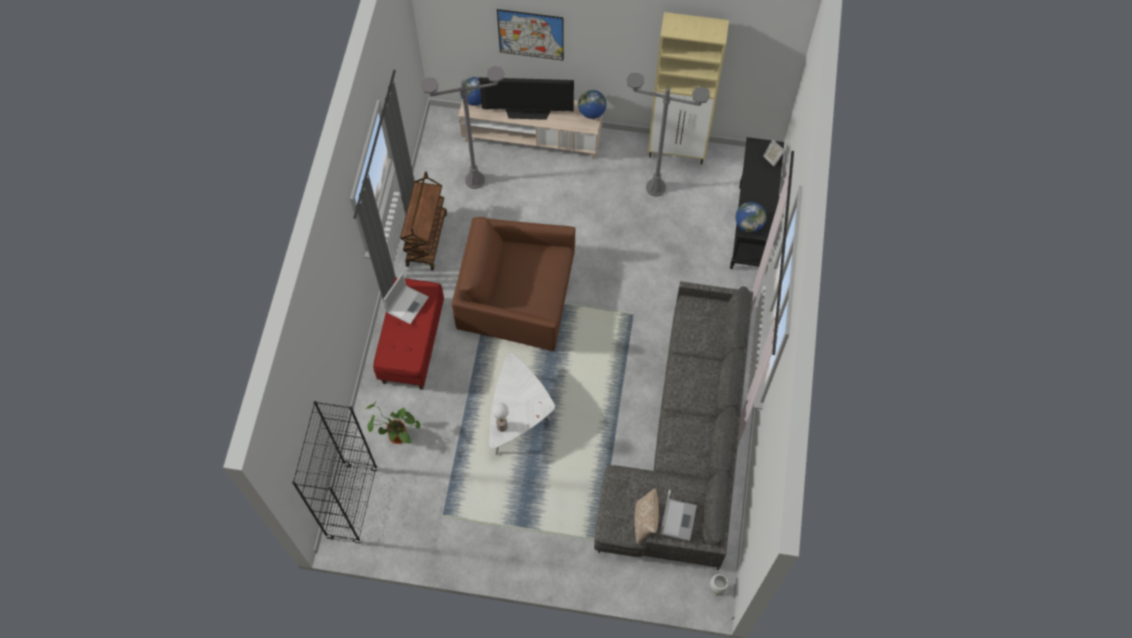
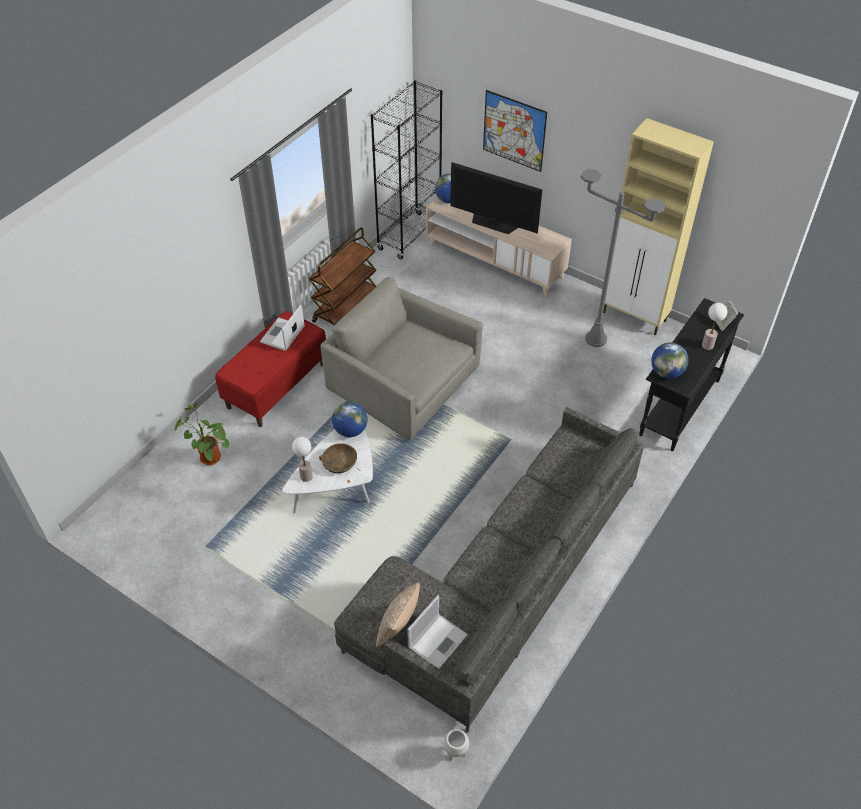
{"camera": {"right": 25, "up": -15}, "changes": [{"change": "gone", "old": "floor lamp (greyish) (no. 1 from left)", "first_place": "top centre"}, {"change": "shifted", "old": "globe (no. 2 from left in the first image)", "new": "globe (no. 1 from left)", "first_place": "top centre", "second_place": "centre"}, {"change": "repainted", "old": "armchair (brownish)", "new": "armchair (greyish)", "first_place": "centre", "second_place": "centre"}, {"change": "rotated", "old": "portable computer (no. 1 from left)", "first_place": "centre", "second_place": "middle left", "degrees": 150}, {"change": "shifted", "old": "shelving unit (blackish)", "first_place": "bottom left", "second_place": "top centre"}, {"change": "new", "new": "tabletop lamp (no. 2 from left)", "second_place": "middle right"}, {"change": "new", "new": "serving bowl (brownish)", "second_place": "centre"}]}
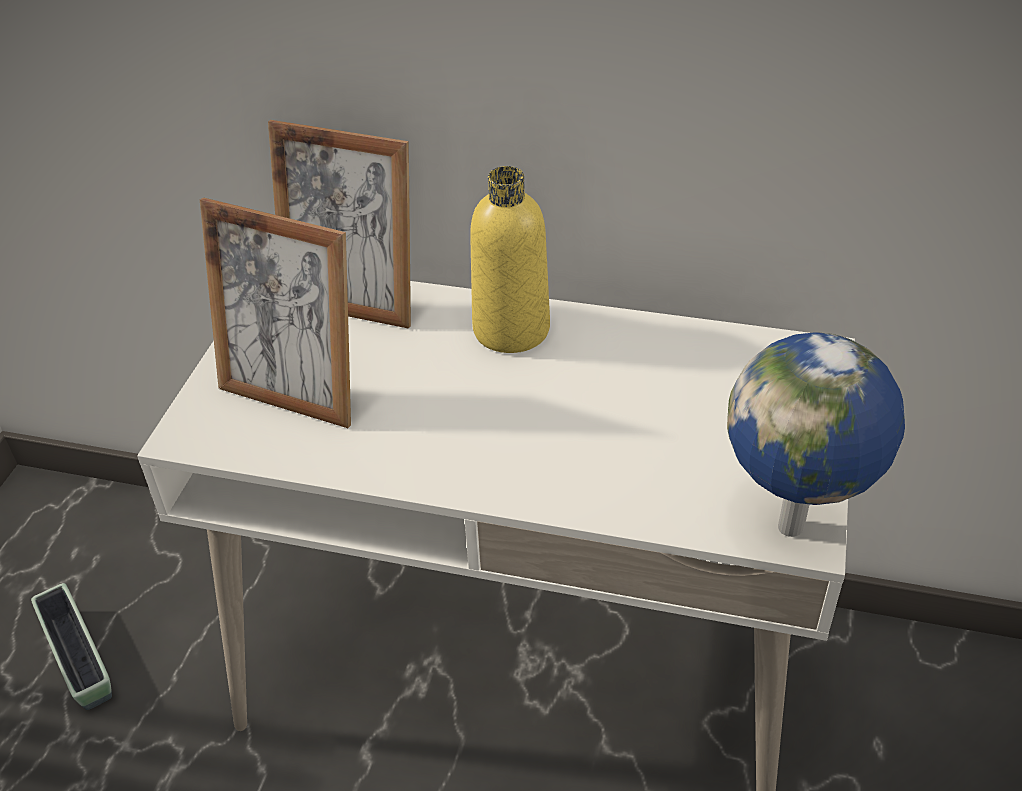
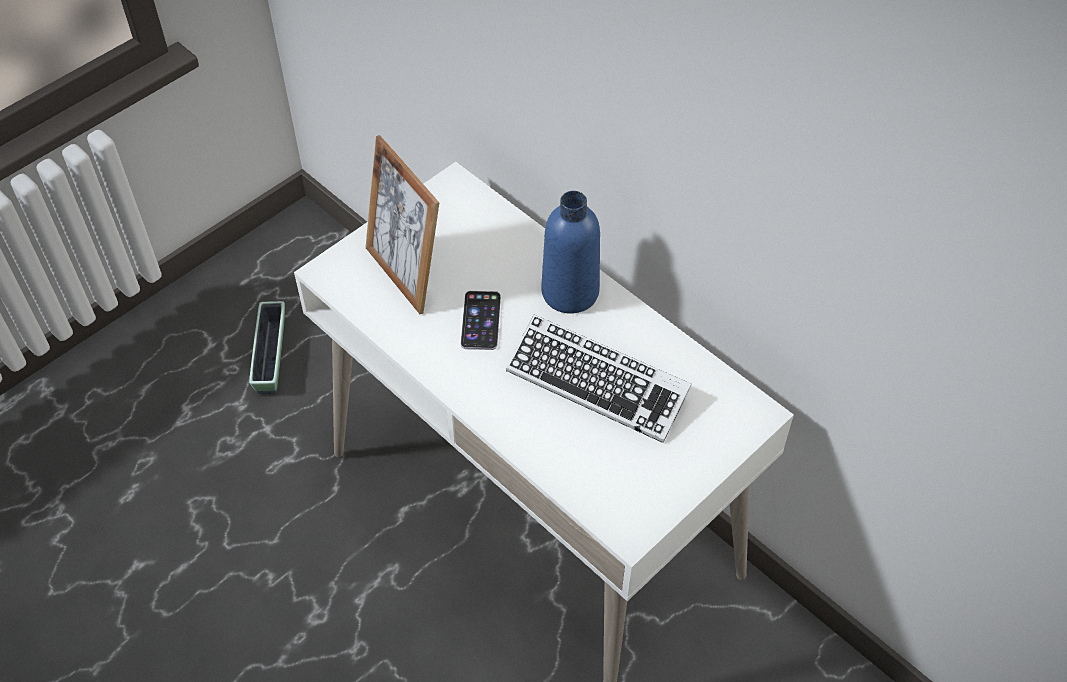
{"camera": {"right": 30, "up": 10}, "changes": [{"change": "gone", "old": "standing frame (no. 2 from left)", "first_place": "top left"}, {"change": "repainted", "old": "bottle (yellowish)", "new": "bottle (blue-coloured)", "first_place": "top centre", "second_place": "centre"}, {"change": "gone", "old": "globe", "first_place": "middle right"}, {"change": "new", "new": "telephone", "second_place": "centre"}, {"change": "new", "new": "PC keyboard", "second_place": "centre"}]}
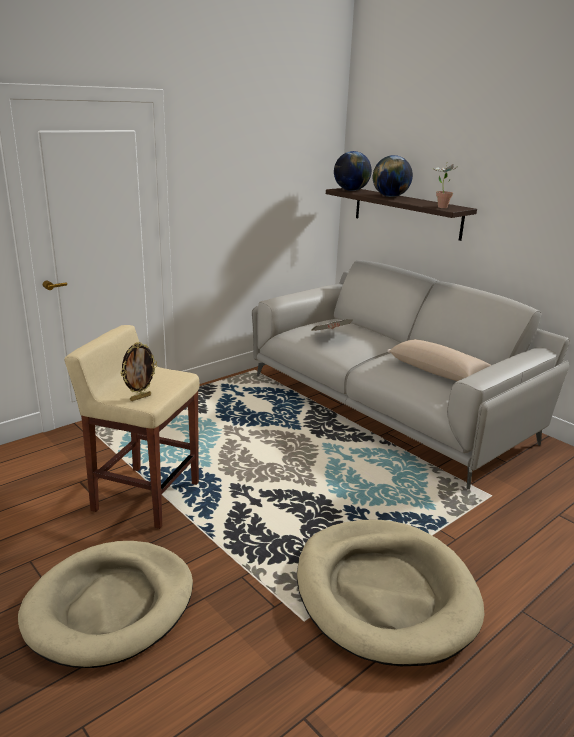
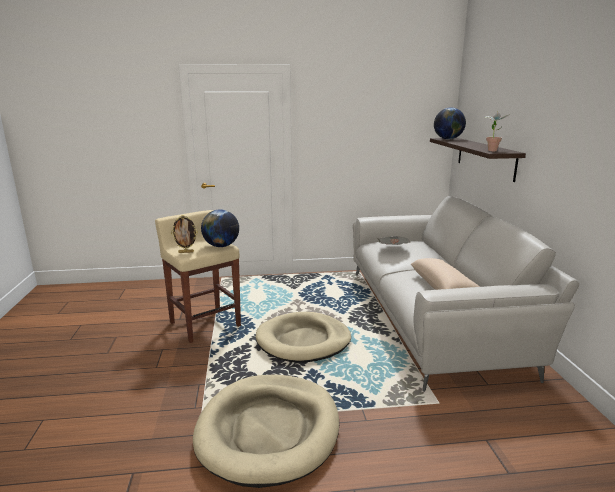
{"camera": {"right": 35, "up": -5}, "changes": [{"change": "shifted", "old": "globe (no. 2 from left in the first image)", "new": "globe (no. 1 from left)", "first_place": "top right", "second_place": "centre"}, {"change": "shifted", "old": "dog bed (beige) (no. 1 from left in the first image)", "new": "dog bed (beige) (no. 2 from left)", "first_place": "bottom left", "second_place": "bottom centre"}]}
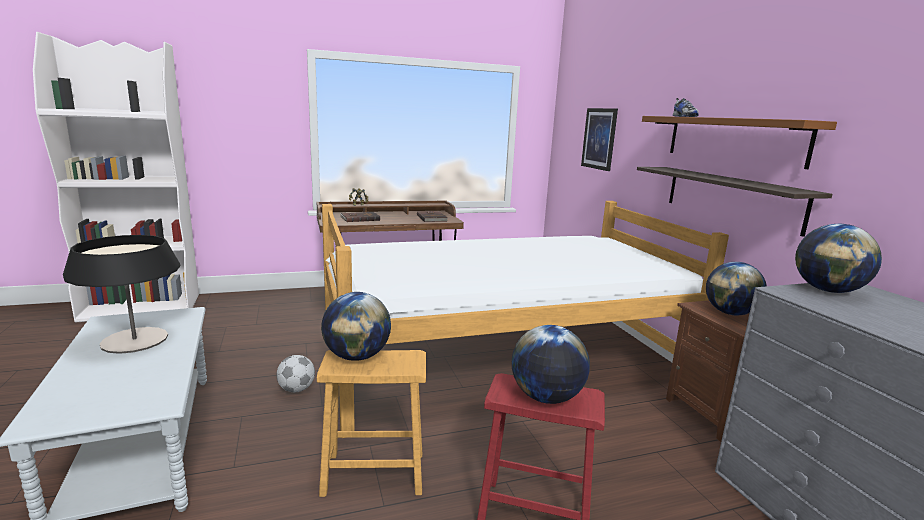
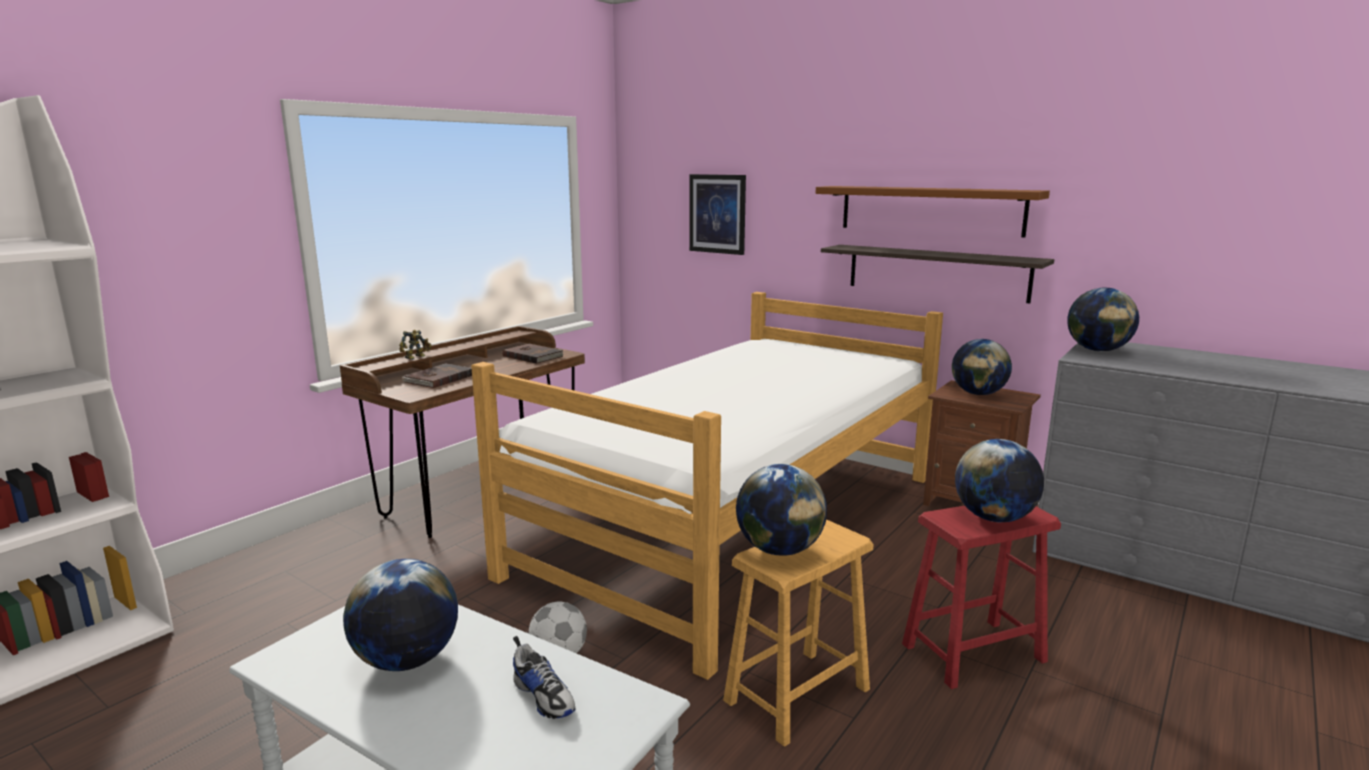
{"camera": {"right": -35, "up": 0}, "changes": [{"change": "shifted", "old": "shoe", "first_place": "top right", "second_place": "bottom centre"}, {"change": "swapped", "old": "tabletop lamp", "new": "globe (no. 1 from left)", "first_place": "middle left", "second_place": "bottom left"}]}
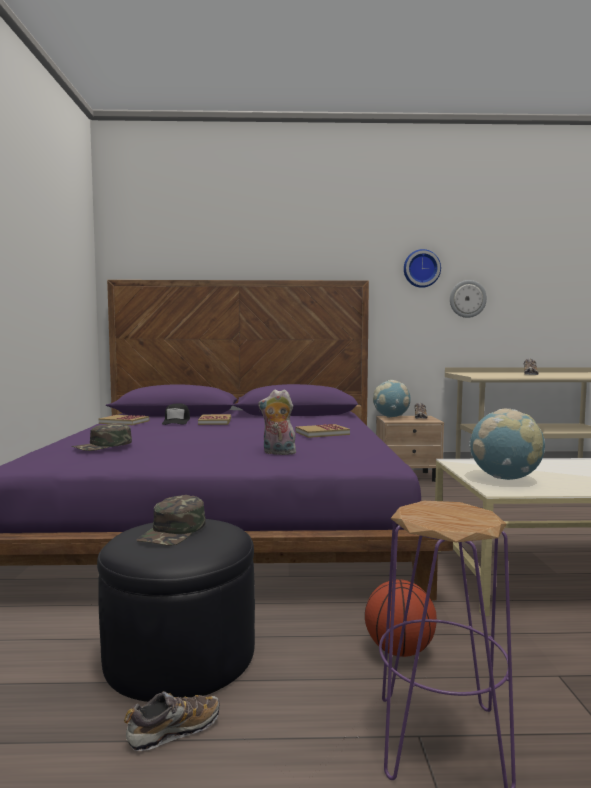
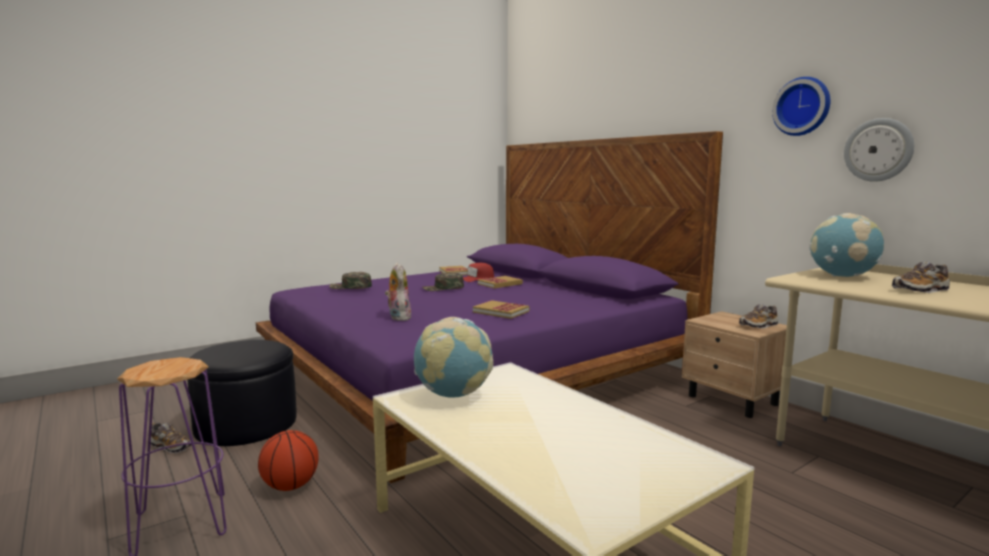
{"camera": {"right": 55, "up": 5}, "changes": [{"change": "shifted", "old": "globe (no. 1 from left in the first image)", "new": "globe (no. 2 from left)", "first_place": "centre", "second_place": "middle right"}, {"change": "repainted", "old": "peaked cap (blackish)", "new": "peaked cap (red-coloured)", "first_place": "middle left", "second_place": "centre"}, {"change": "shifted", "old": "peaked cap (green-coloured) (no. 2 from left)", "first_place": "middle left", "second_place": "centre"}]}
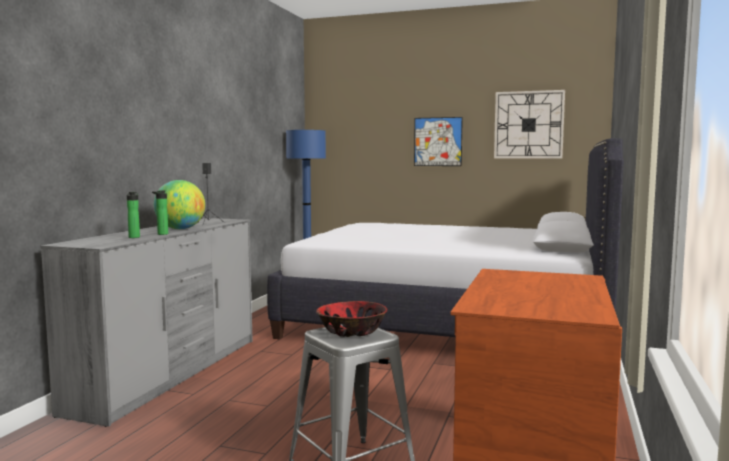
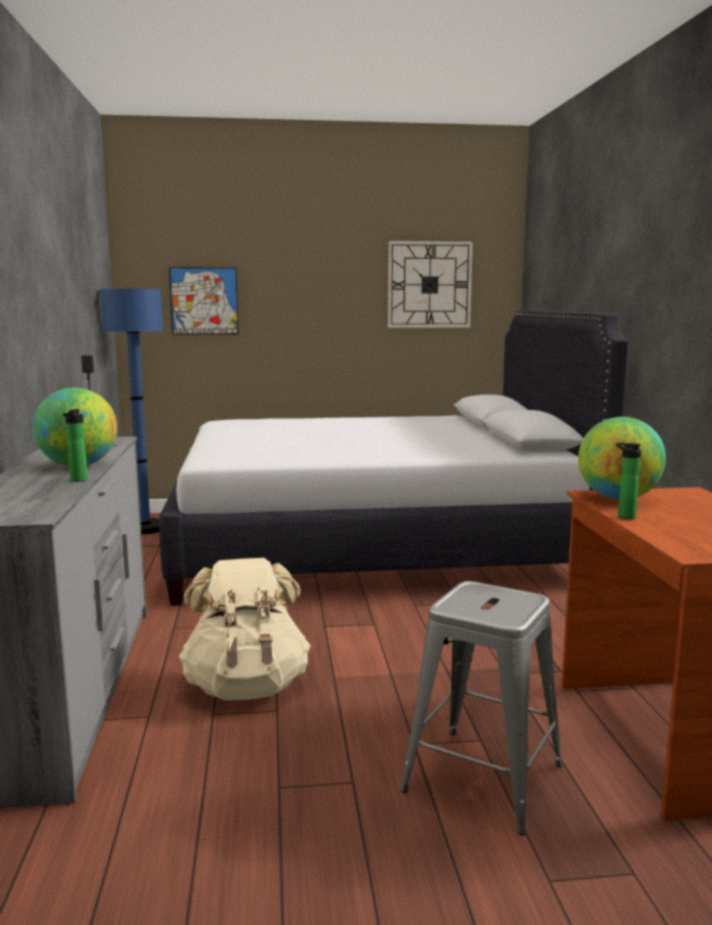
{"camera": {"right": -25, "up": 5}, "changes": [{"change": "shifted", "old": "wall art", "first_place": "top centre", "second_place": "top left"}, {"change": "shifted", "old": "bottle (no. 1 from left in the first image)", "new": "bottle (no. 2 from left)", "first_place": "middle left", "second_place": "middle right"}, {"change": "gone", "old": "serving bowl", "first_place": "bottom centre"}, {"change": "new", "new": "globe (no. 2 from left)", "second_place": "middle right"}, {"change": "new", "new": "rucksack (beige)", "second_place": "bottom centre"}]}
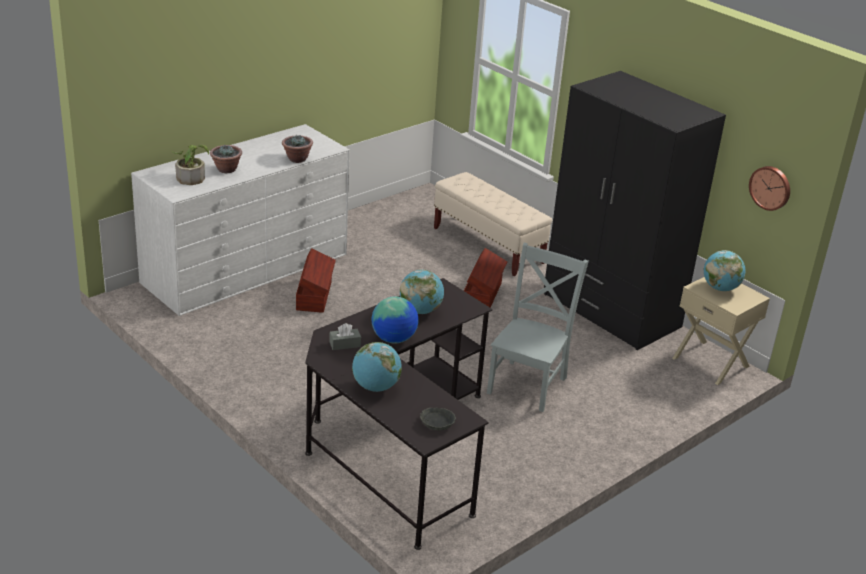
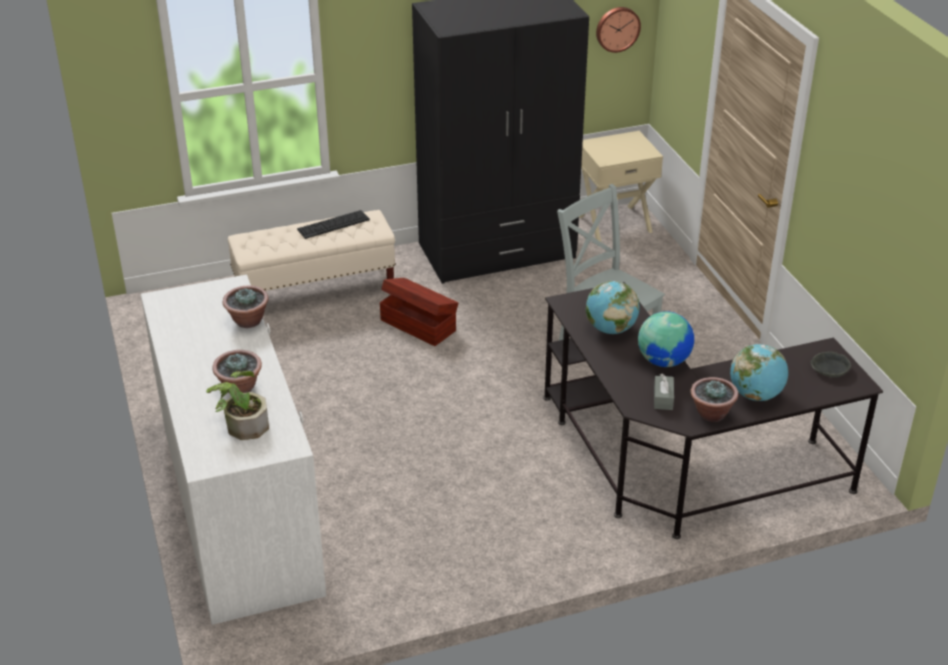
{"camera": {"right": -65, "up": 5}, "changes": [{"change": "gone", "old": "storage bin (brownish) (no. 1 from left)", "first_place": "centre"}, {"change": "gone", "old": "globe (no. 4 from left)", "first_place": "middle right"}, {"change": "new", "new": "PC keyboard", "second_place": "centre"}, {"change": "new", "new": "potted plant (no. 4 from left)", "second_place": "middle right"}]}
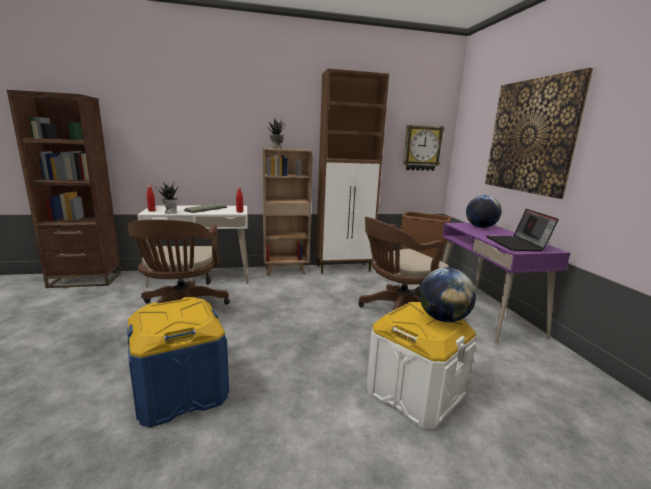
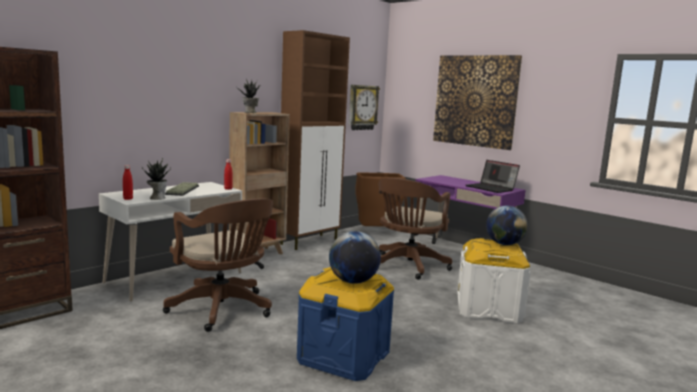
{"camera": {"right": -35, "up": -5}, "changes": [{"change": "shifted", "old": "globe (no. 2 from left in the first image)", "new": "globe (no. 1 from left)", "first_place": "middle right", "second_place": "centre"}]}
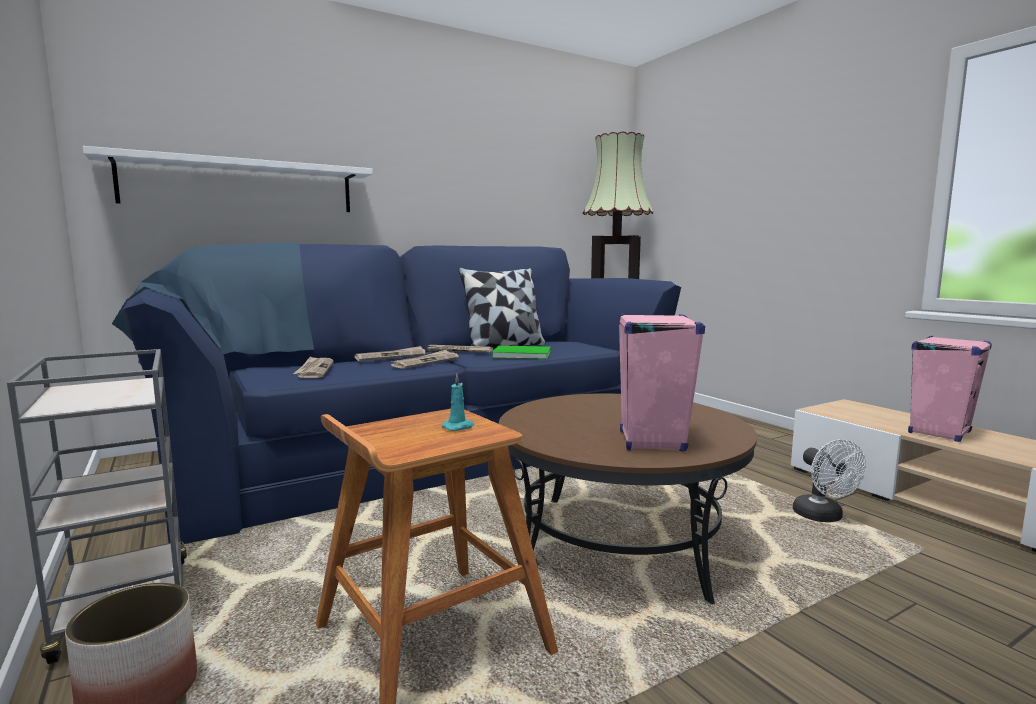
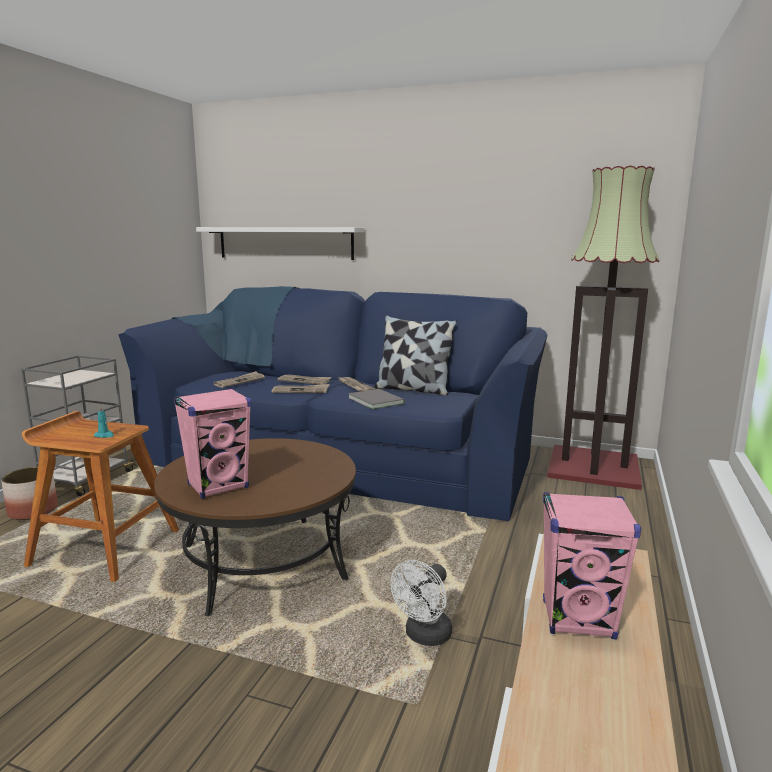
{"camera": {"right": 50, "up": 5}, "changes": [{"change": "repainted", "old": "volume (green-coloured)", "new": "volume (greyish)", "first_place": "centre", "second_place": "centre"}]}
